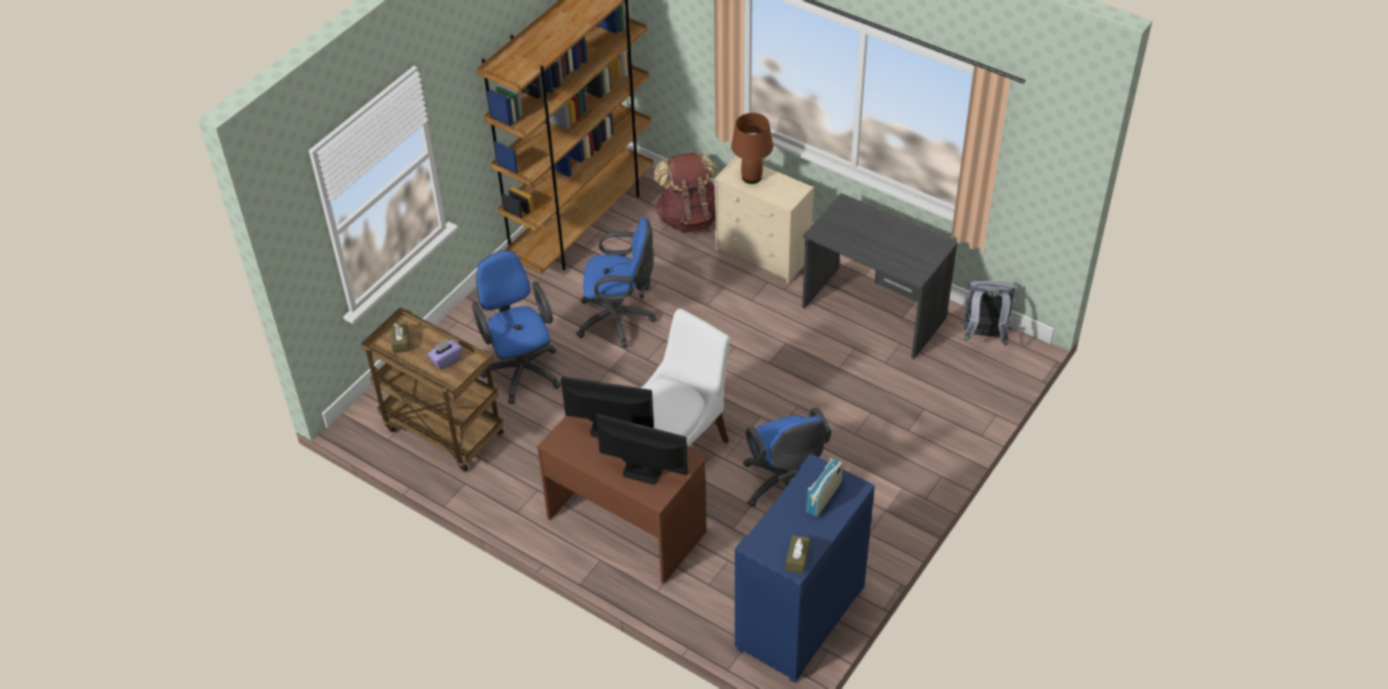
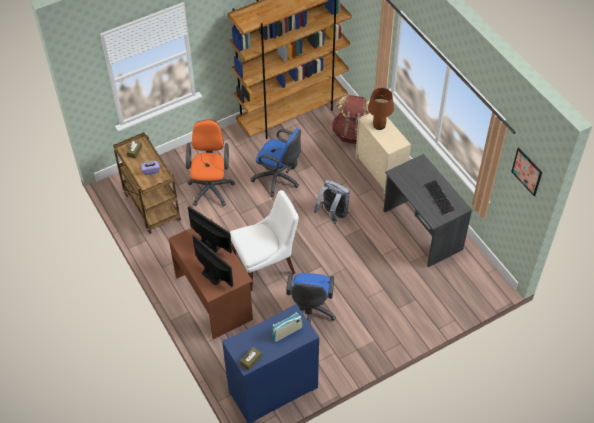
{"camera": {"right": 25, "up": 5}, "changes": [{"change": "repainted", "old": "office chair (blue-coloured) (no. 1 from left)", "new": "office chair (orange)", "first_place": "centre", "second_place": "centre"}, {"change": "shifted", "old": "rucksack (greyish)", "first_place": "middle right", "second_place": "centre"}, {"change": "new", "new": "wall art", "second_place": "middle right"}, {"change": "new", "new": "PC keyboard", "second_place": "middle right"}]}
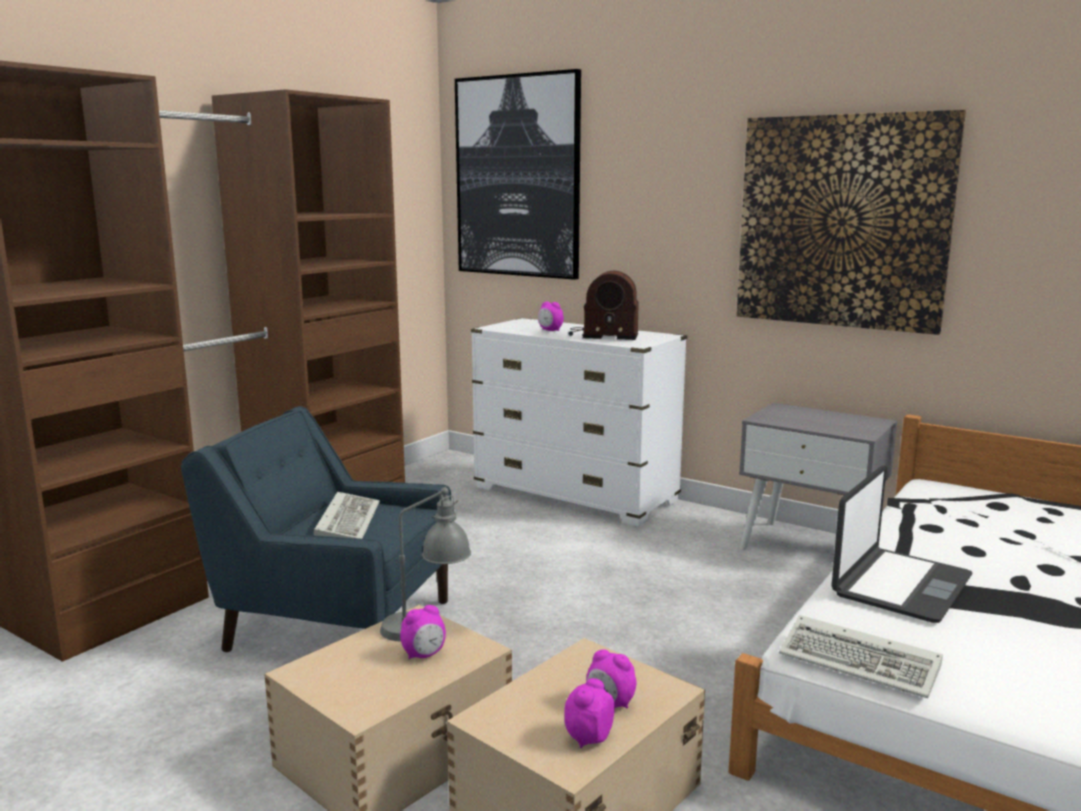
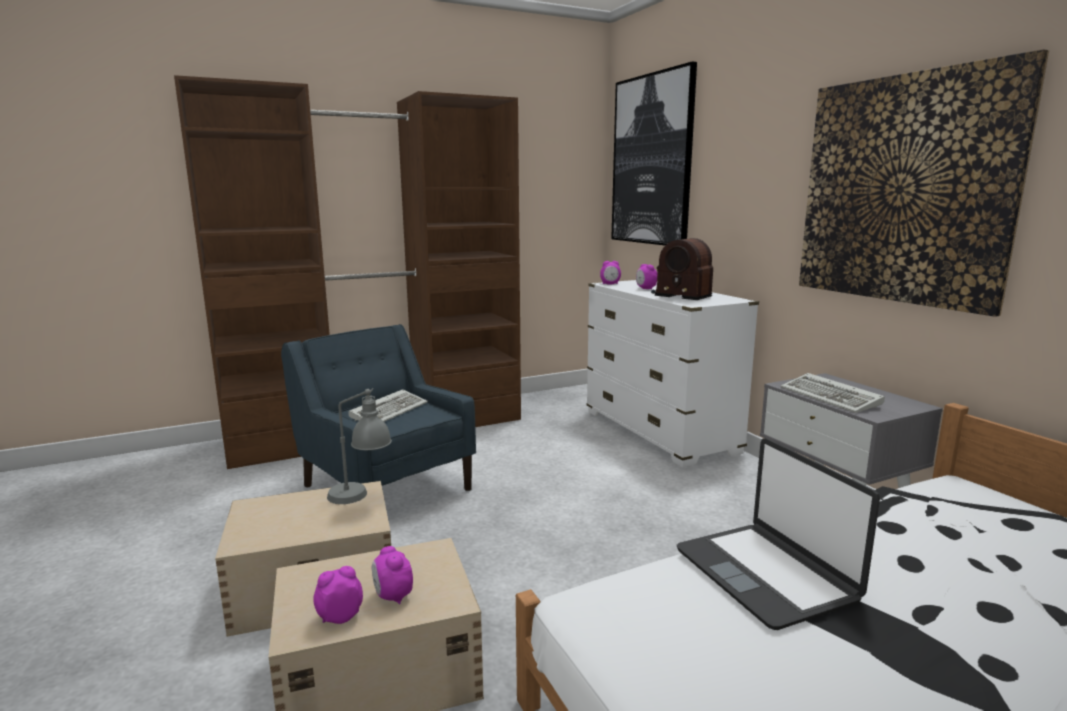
{"camera": {"right": 30, "up": 0}, "changes": [{"change": "rotated", "old": "portable computer", "first_place": "bottom right", "second_place": "bottom right", "degrees": 90}, {"change": "shifted", "old": "alarm clock (no. 1 from left in the first image)", "new": "alarm clock (no. 3 from left)", "first_place": "bottom centre", "second_place": "centre"}, {"change": "shifted", "old": "PC keyboard (no. 2 from left)", "first_place": "bottom right", "second_place": "middle right"}]}
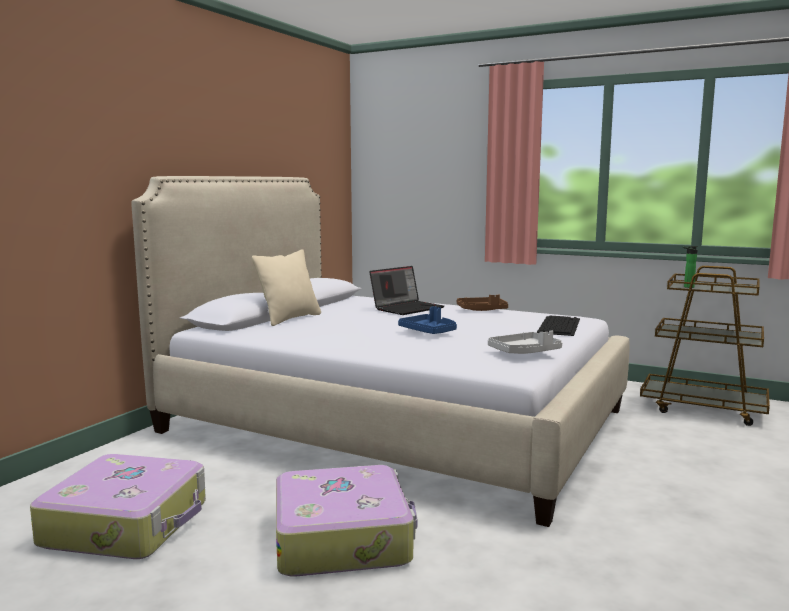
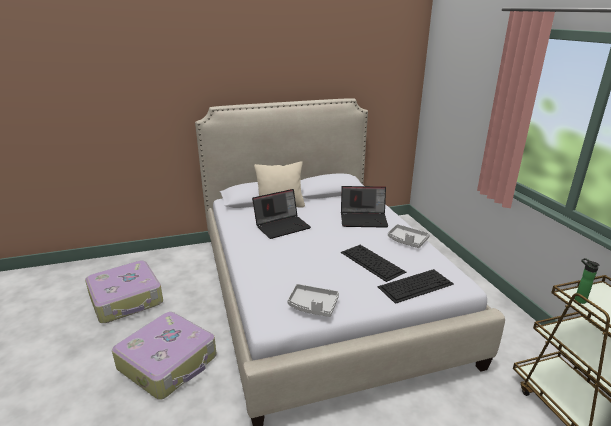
{"camera": {"right": 45, "up": 15}, "changes": [{"change": "repainted", "old": "tray (brownish)", "new": "tray (greyish) (no. 2 from left)", "first_place": "centre", "second_place": "middle right"}, {"change": "gone", "old": "tray (blue-coloured)", "first_place": "centre"}, {"change": "new", "new": "portable computer (no. 1 from left)", "second_place": "centre"}, {"change": "new", "new": "PC keyboard (no. 1 from left)", "second_place": "centre"}]}
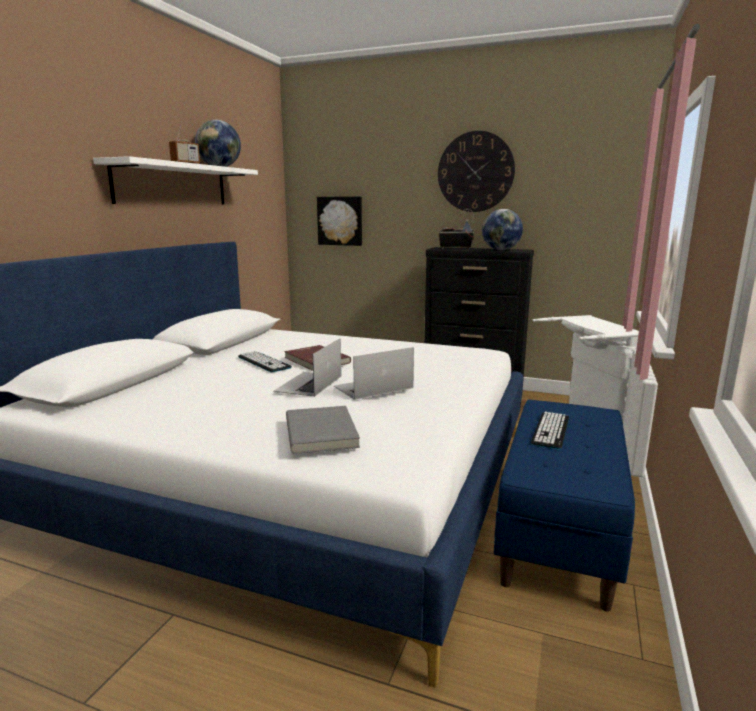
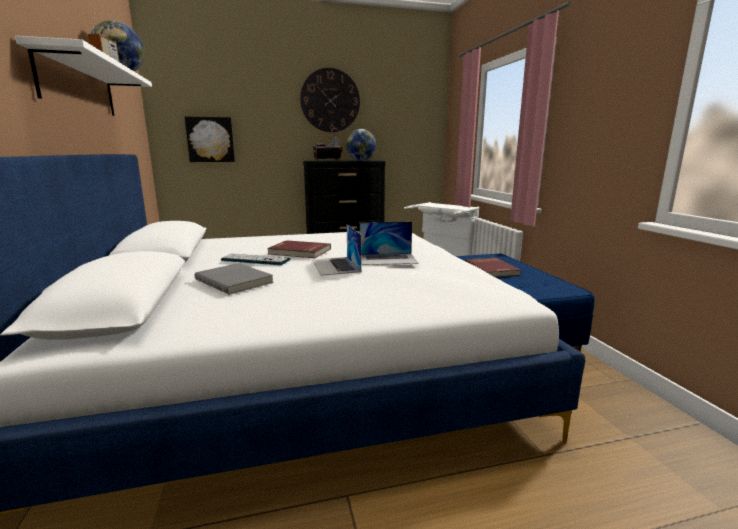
{"camera": {"right": -35, "up": 0}, "changes": [{"change": "rotated", "old": "portable computer (no. 2 from left)", "first_place": "centre", "second_place": "centre", "degrees": -120}, {"change": "shifted", "old": "volume (greyish)", "first_place": "centre", "second_place": "middle left"}, {"change": "swapped", "old": "PC keyboard (no. 2 from left)", "new": "volume (red-coloured) (no. 2 from left)", "first_place": "middle right", "second_place": "middle right"}]}
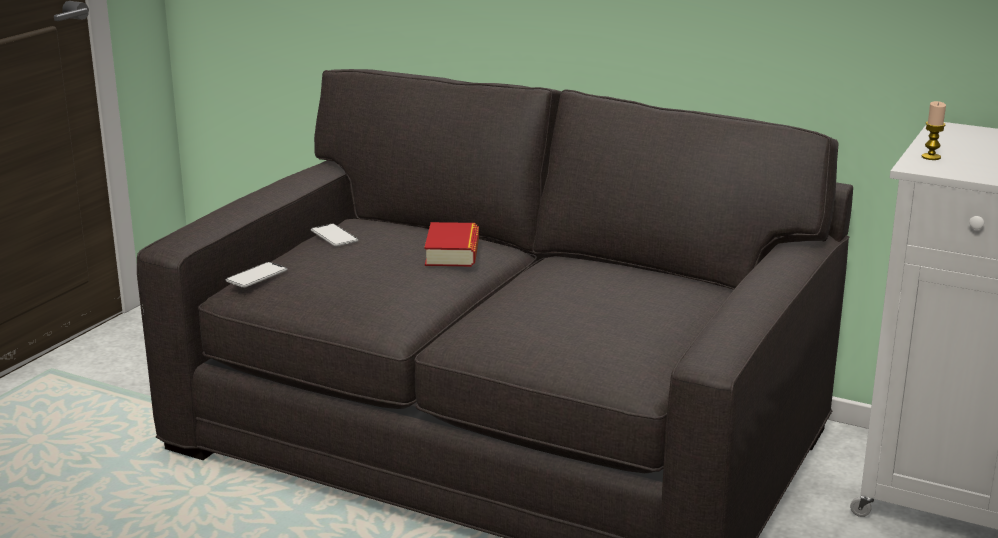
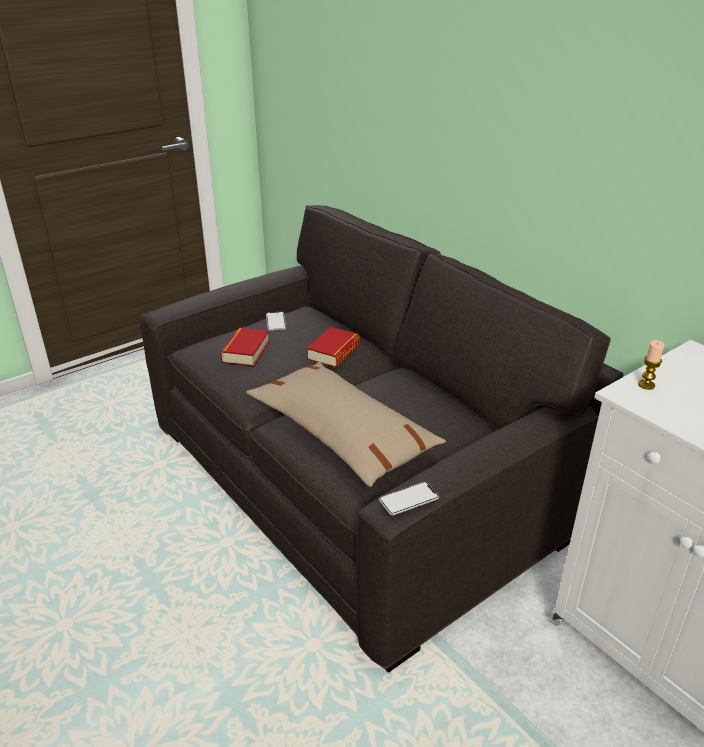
{"camera": {"right": 25, "up": 10}, "changes": [{"change": "shifted", "old": "telephone (no. 1 from left in the first image)", "new": "telephone (no. 2 from left)", "first_place": "middle left", "second_place": "bottom centre"}, {"change": "new", "new": "volume (no. 1 from left)", "second_place": "centre"}, {"change": "new", "new": "pillow (beige)", "second_place": "centre"}]}
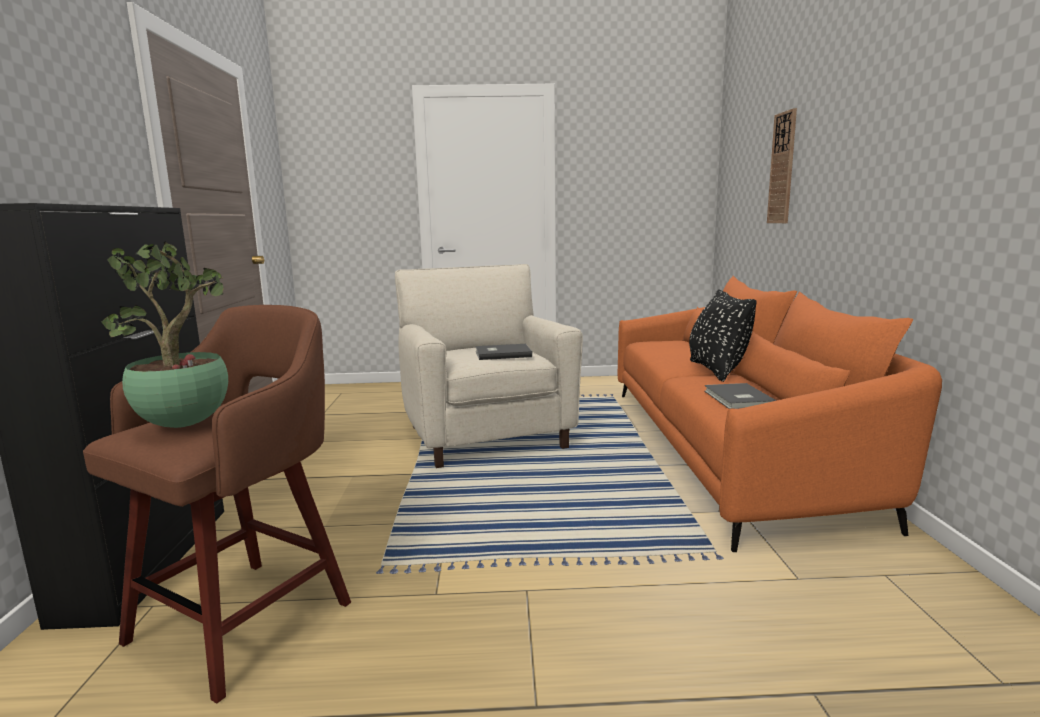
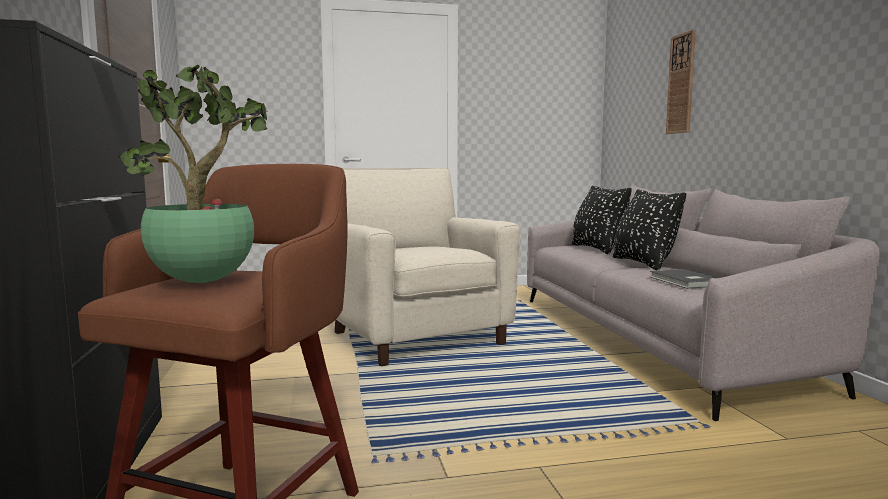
{"camera": {"right": -10, "up": -5}, "changes": [{"change": "repainted", "old": "settee (orange)", "new": "settee (greyish)", "first_place": "middle right", "second_place": "middle right"}, {"change": "gone", "old": "volume (greyish) (no. 1 from left)", "first_place": "centre"}, {"change": "new", "new": "pillow (blackish) (no. 1 from left)", "second_place": "middle right"}]}
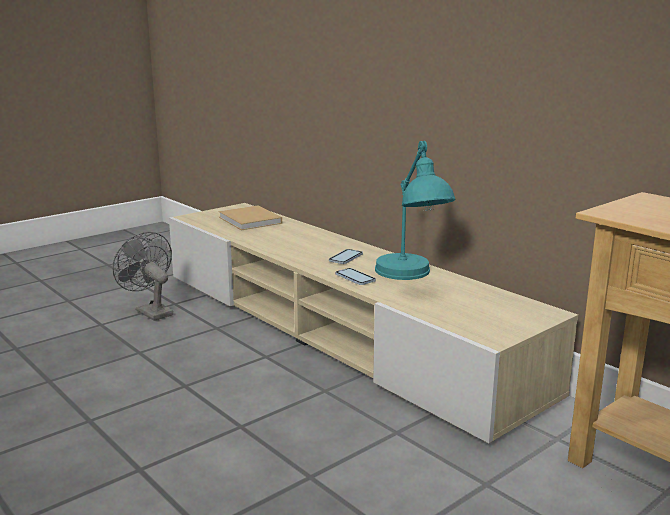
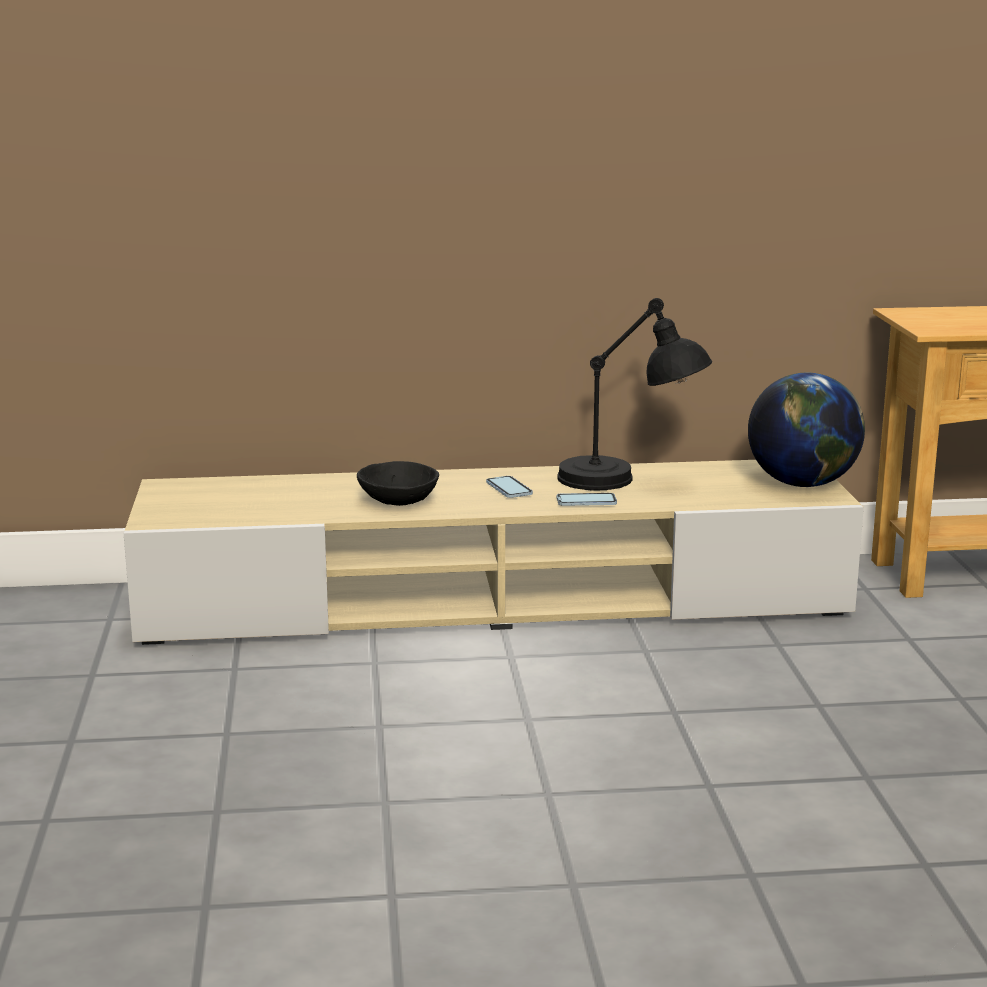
{"camera": {"right": -55, "up": 0}, "changes": [{"change": "repainted", "old": "tabletop lamp (blue-green)", "new": "tabletop lamp (blackish)", "first_place": "centre", "second_place": "centre"}, {"change": "gone", "old": "volume (beige)", "first_place": "centre"}, {"change": "gone", "old": "electric fan (greyish)", "first_place": "middle left"}, {"change": "new", "new": "globe", "second_place": "middle right"}, {"change": "new", "new": "serving bowl (blackish)", "second_place": "centre"}]}
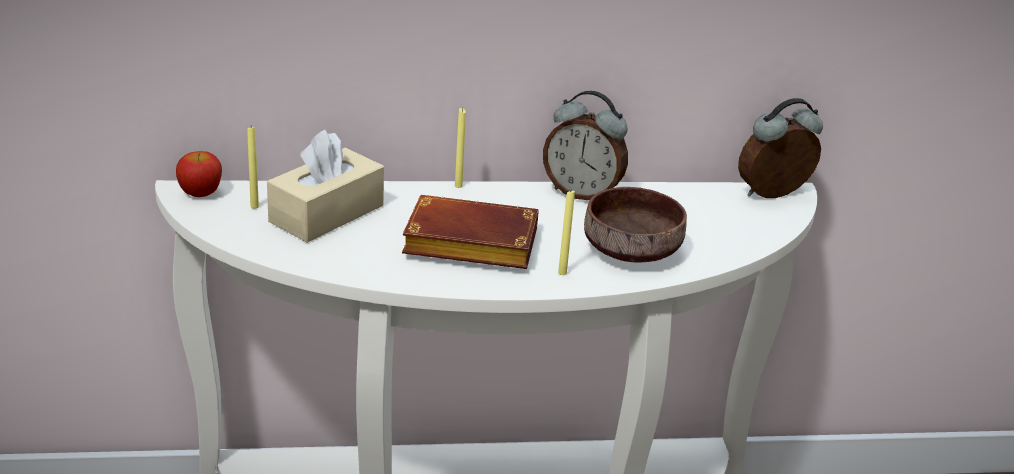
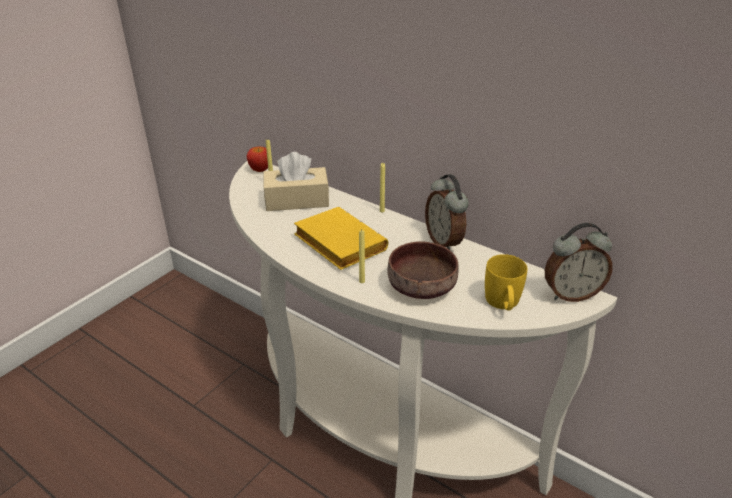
{"camera": {"right": 45, "up": 5}, "changes": [{"change": "rotated", "old": "alarm clock (no. 2 from left)", "first_place": "top right", "second_place": "middle right", "degrees": 150}, {"change": "repainted", "old": "volume (brownish)", "new": "volume (yellowish)", "first_place": "centre", "second_place": "centre"}, {"change": "new", "new": "coffee mug (yellowish)", "second_place": "middle right"}]}
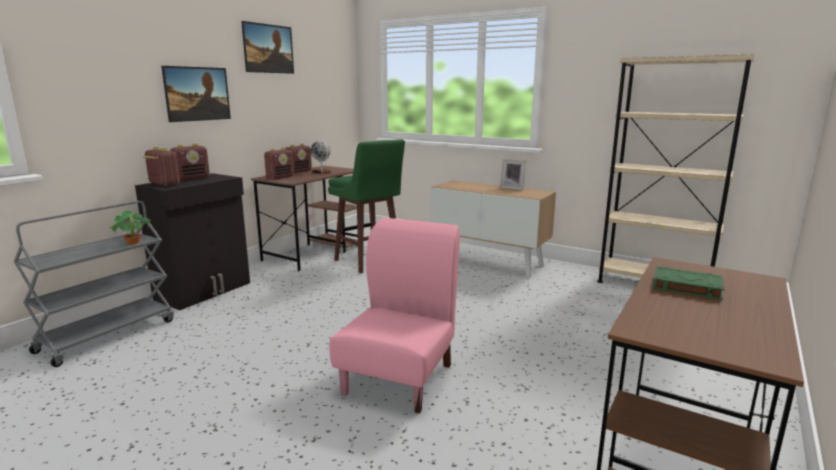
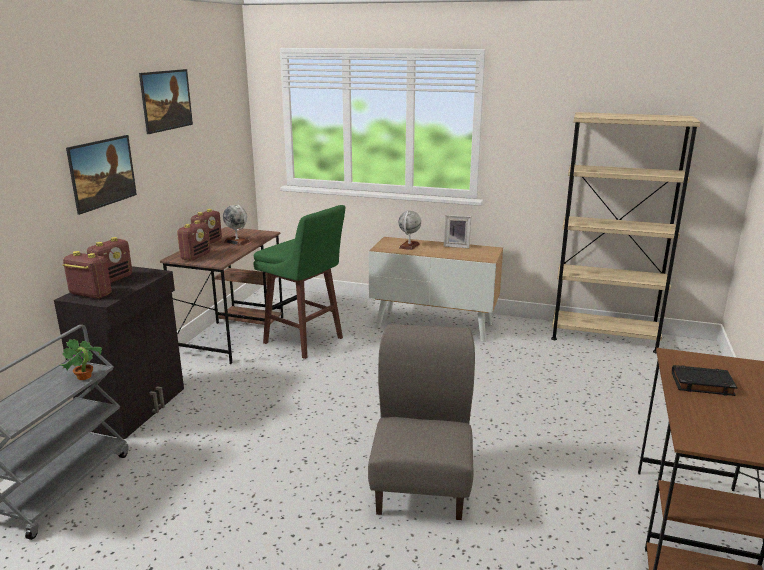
{"camera": {"right": -15, "up": 5}, "changes": [{"change": "repainted", "old": "chair (pink)", "new": "chair (greyish)", "first_place": "bottom centre", "second_place": "bottom centre"}, {"change": "repainted", "old": "volume (green-coloured)", "new": "volume (blackish)", "first_place": "middle right", "second_place": "bottom right"}, {"change": "new", "new": "globe (no. 2 from left)", "second_place": "centre"}]}
